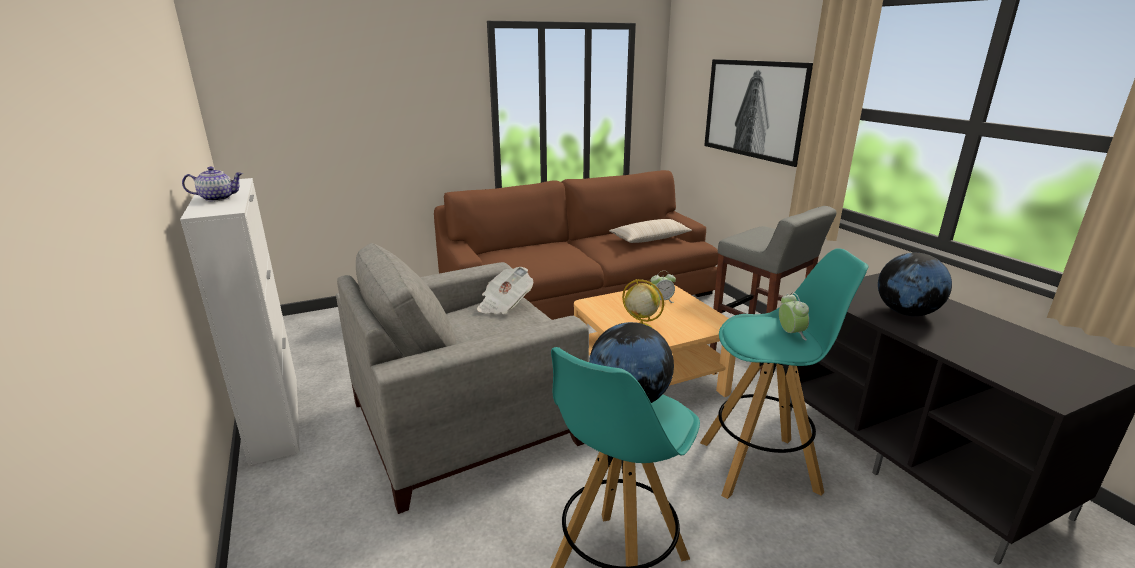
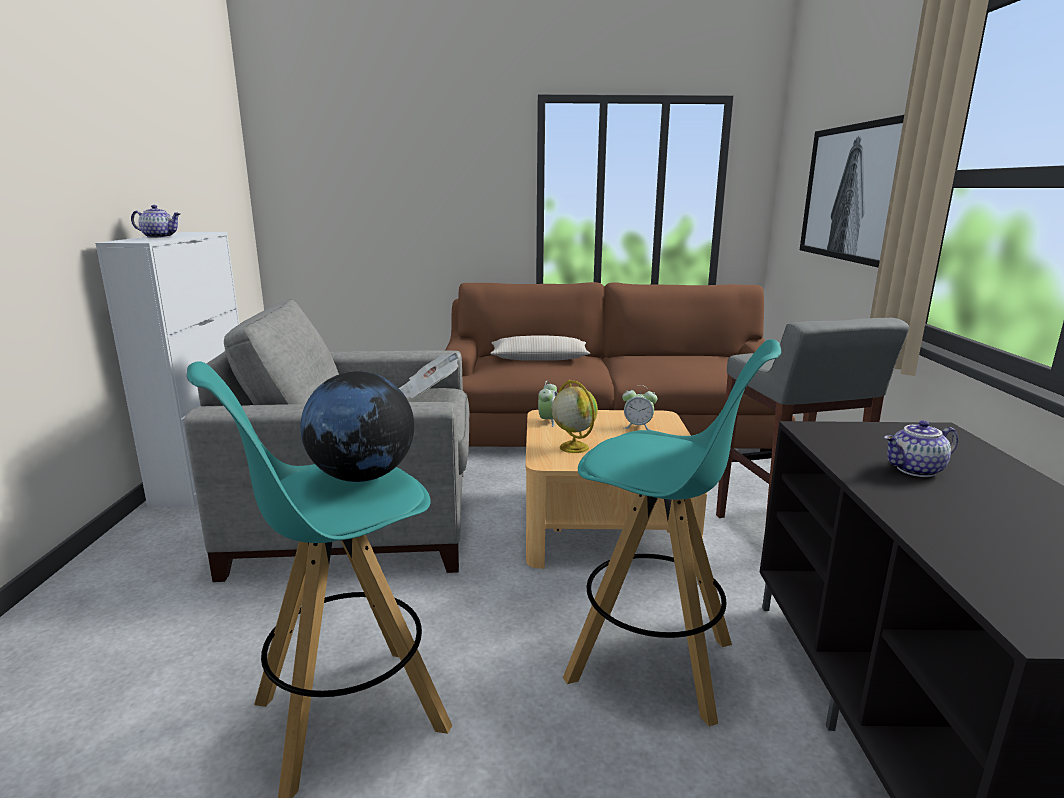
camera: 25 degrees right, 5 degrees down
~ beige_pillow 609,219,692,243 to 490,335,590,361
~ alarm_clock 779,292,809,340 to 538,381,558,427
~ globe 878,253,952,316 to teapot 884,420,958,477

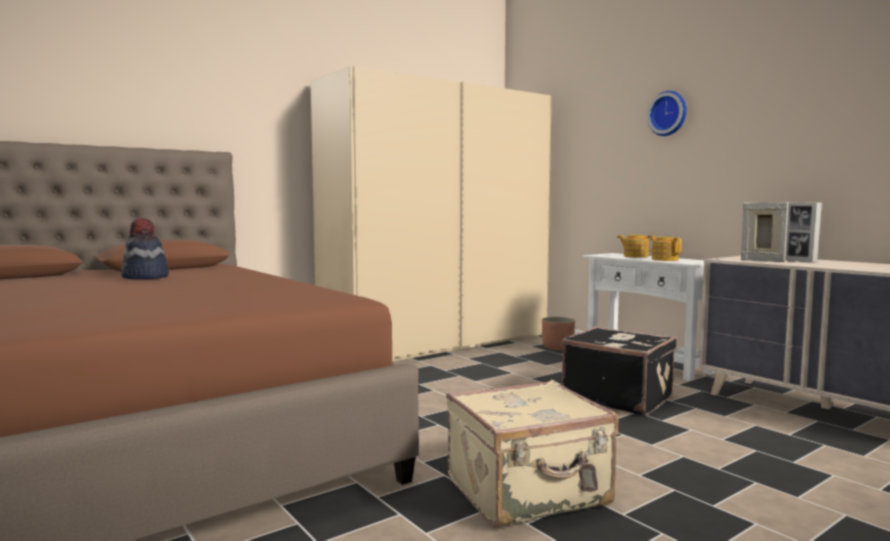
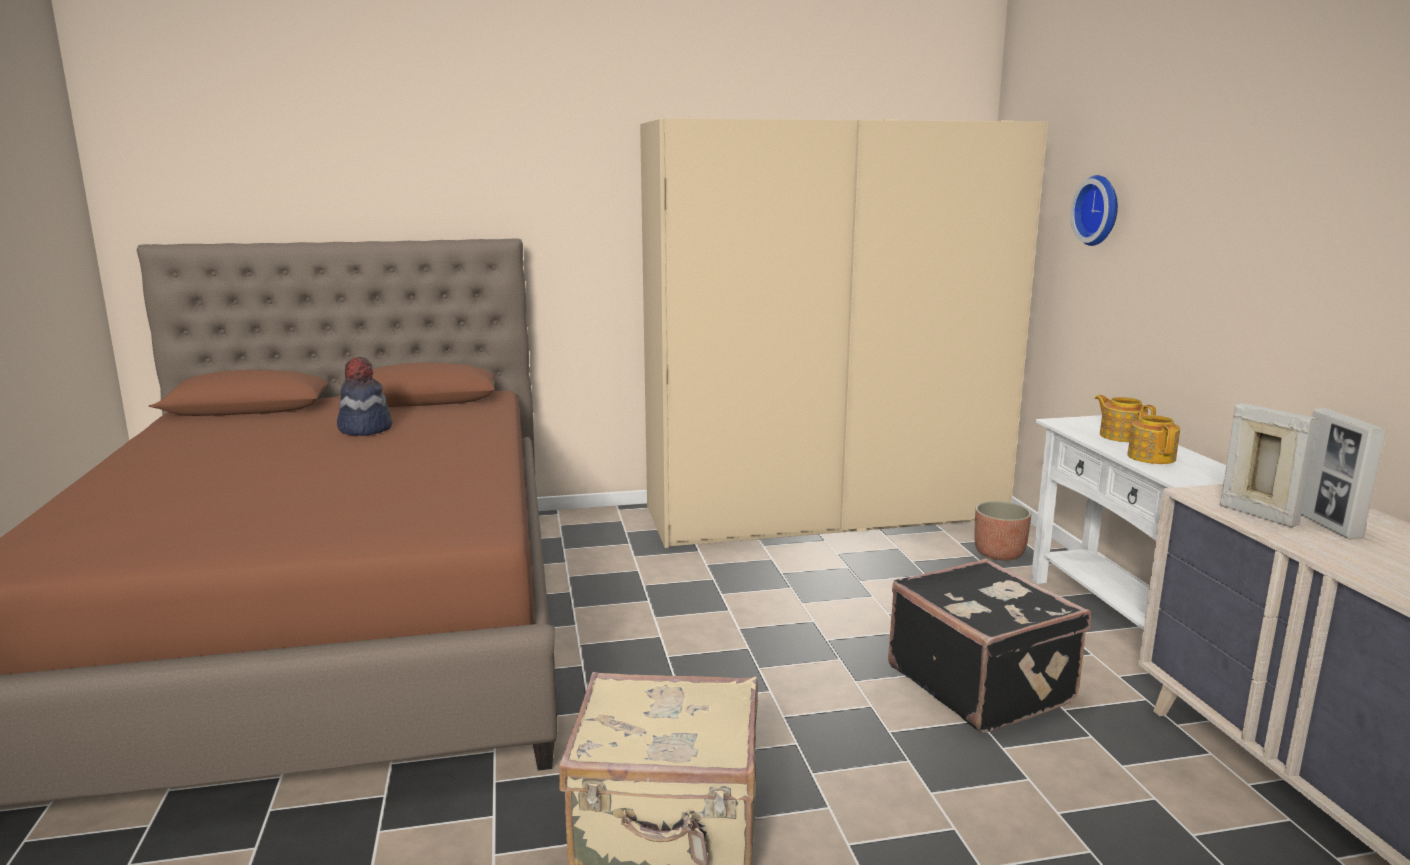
camera: 25 degrees right, 10 degrees up
~ wall_clock 647,91,687,136 to 1070,175,1118,246

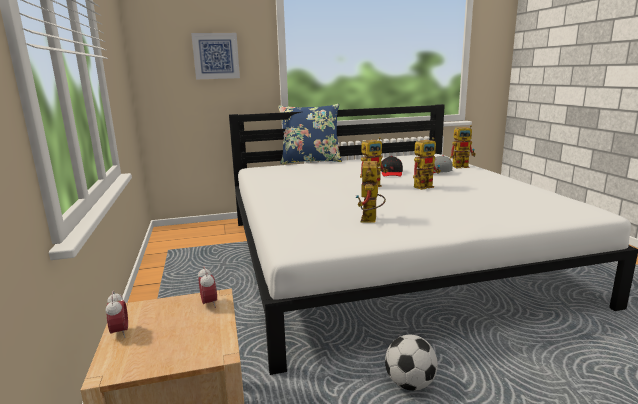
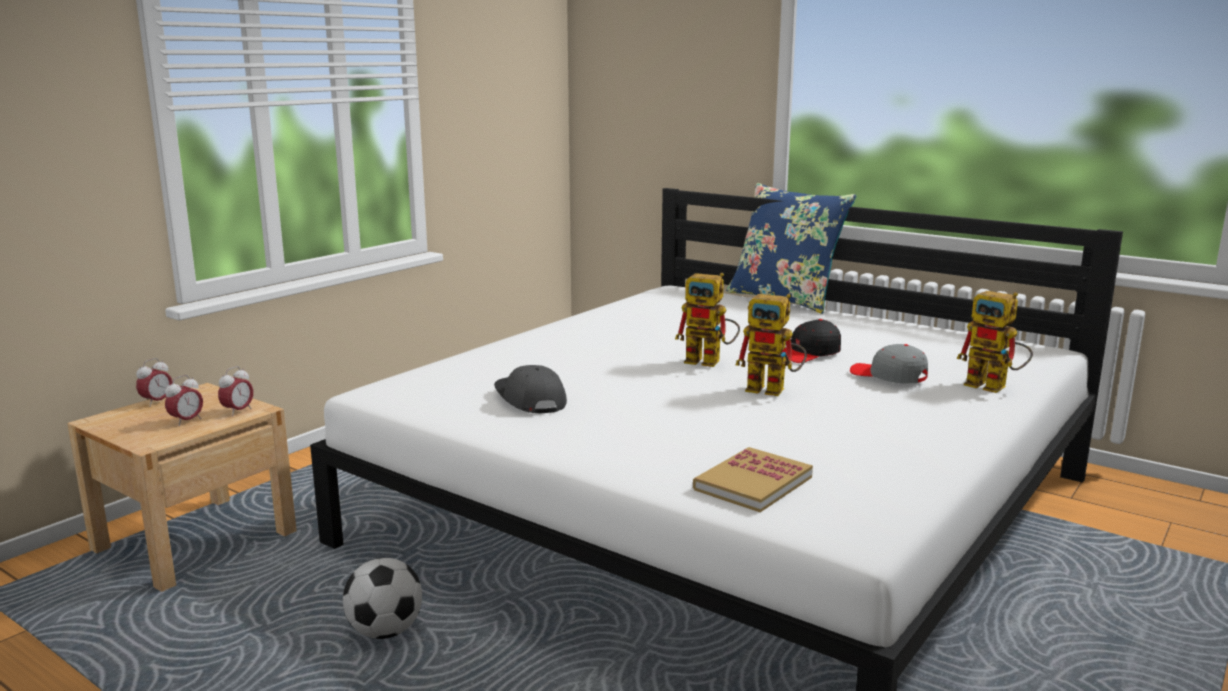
camera: 50 degrees right, 0 degrees up
- picture 191,33,240,79
~ toy_robot 356,161,386,223 to grey_cap 494,365,567,414
+ alarm_clock 165,375,203,426
+ book 693,447,813,512

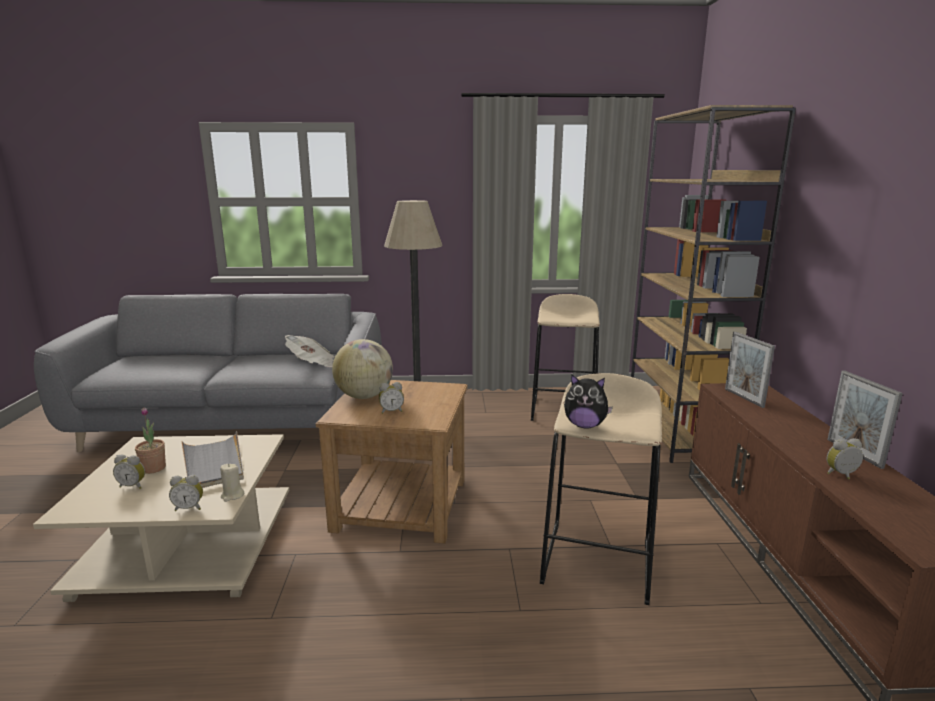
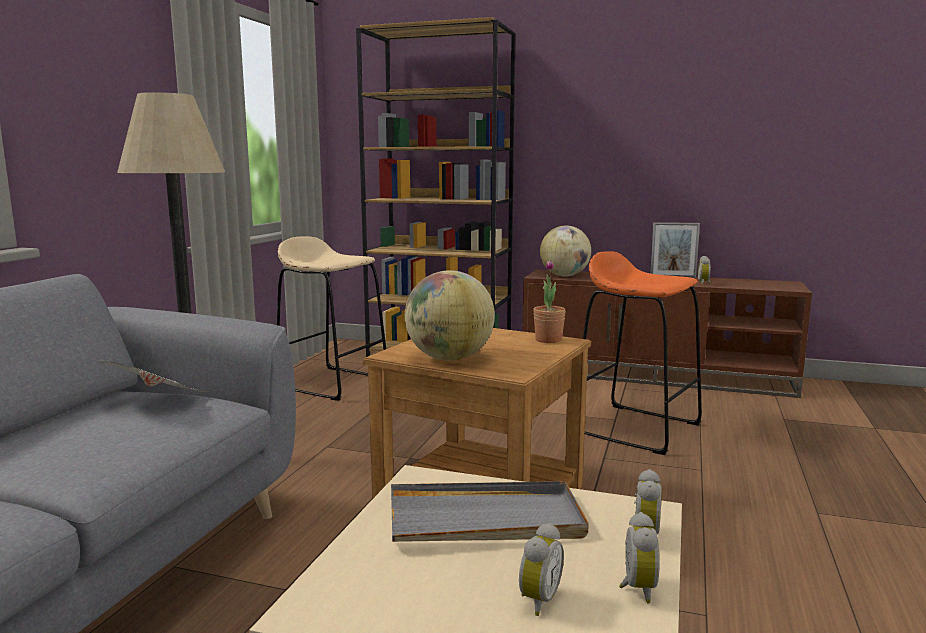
camera: 70 degrees left, 5 degrees down
~ potted_plant 135,408,166,474 to 533,260,566,343
- beige_candle 220,464,244,502
~ alarm_clock 379,382,404,414 to 619,512,660,603
~ beige_stool 540,373,662,605 to orange_stool 583,251,702,455
- plush_toy 564,374,613,429
~ picture_frame 725,332,775,408 to globe 540,225,591,277

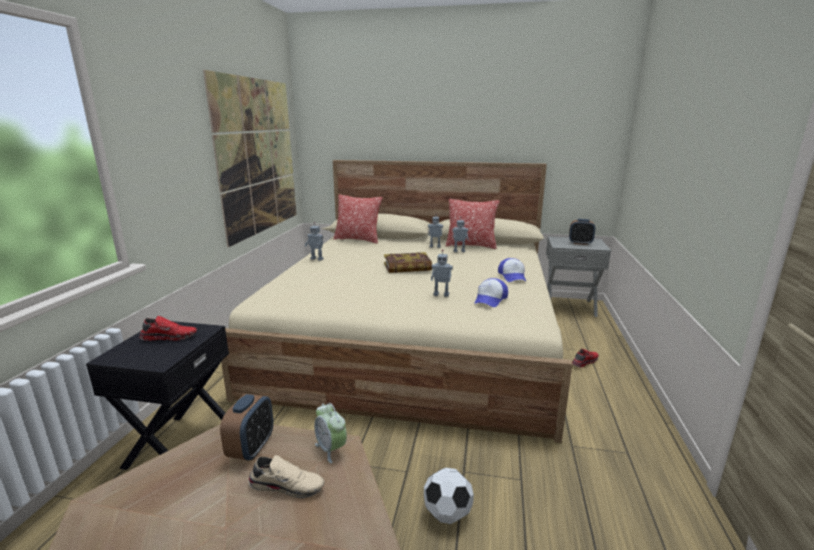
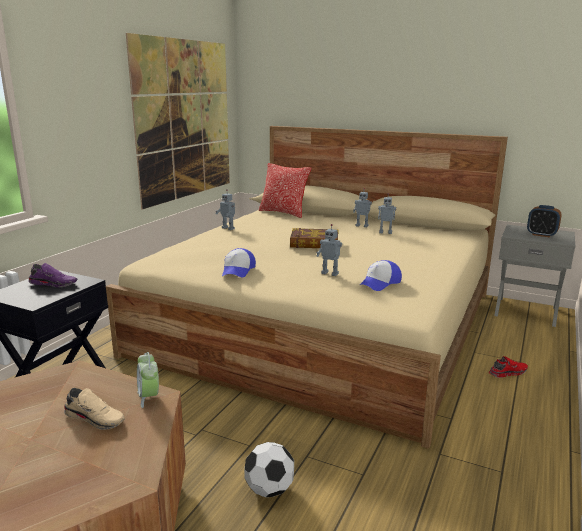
camera: 15 degrees right, 0 degrees up
~ red_shoe 139,316,197,341 to purple_shoe 28,263,77,288
- alarm_clock 220,394,273,460
- pillow 446,199,500,249
~ cap 498,258,526,282 to 222,248,256,278

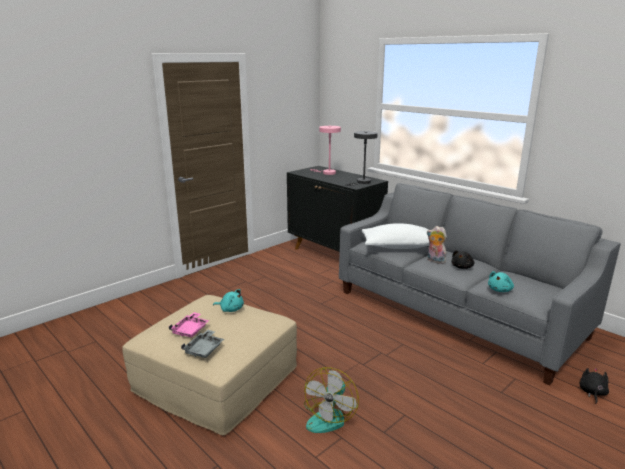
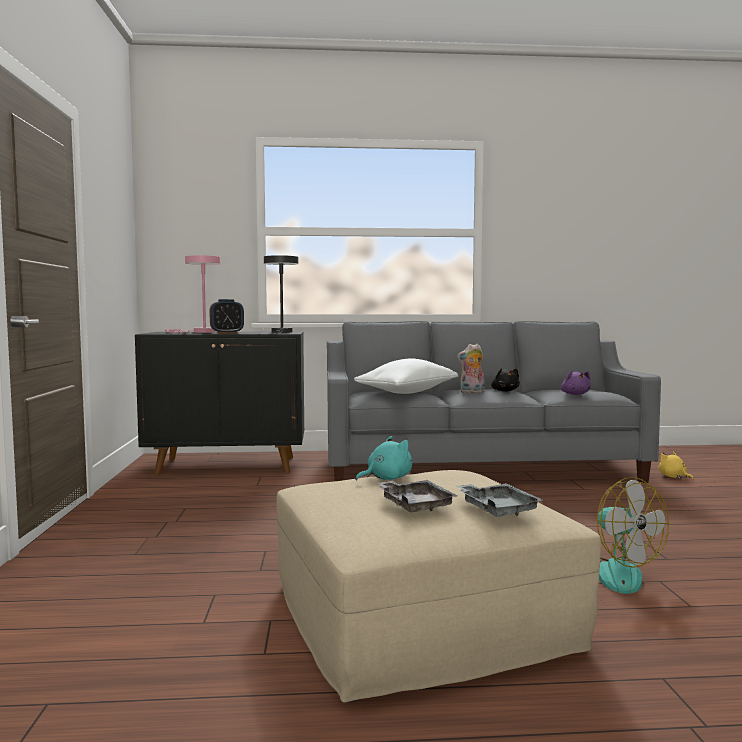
camera: 50 degrees left, 15 degrees down
~ pink_tray 169,312,209,337 to grey_tray 377,480,457,512
~ turquoise_plush_toy 488,271,514,292 to purple_plush_toy 561,371,591,395
~ black_plush_toy 580,368,609,404 to yellow_plush_toy 658,451,694,480
+ alarm_clock 209,299,244,334

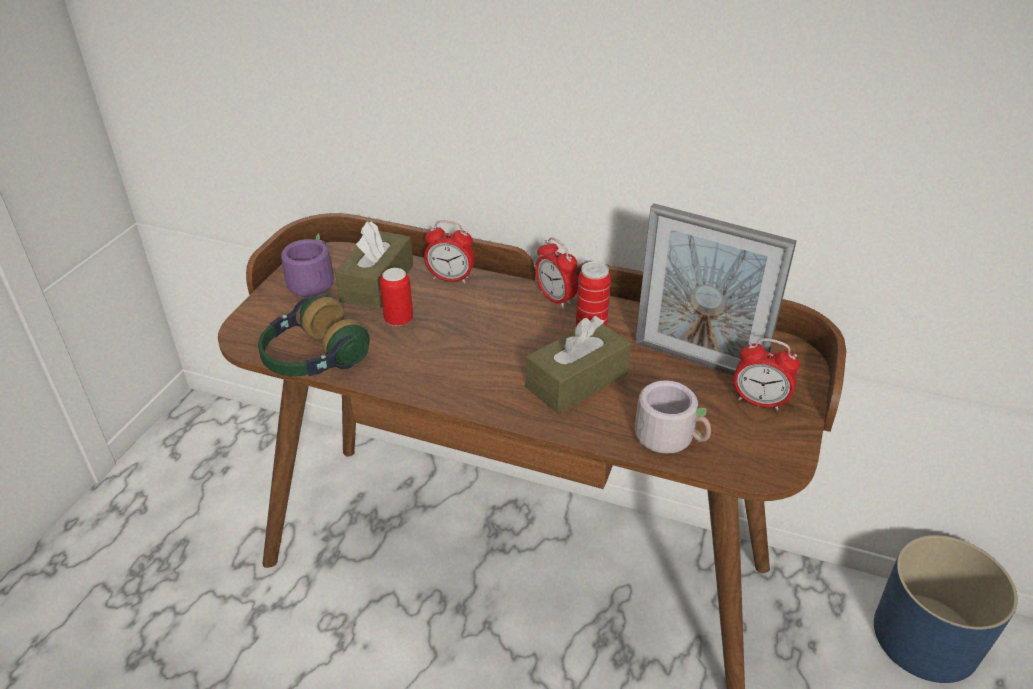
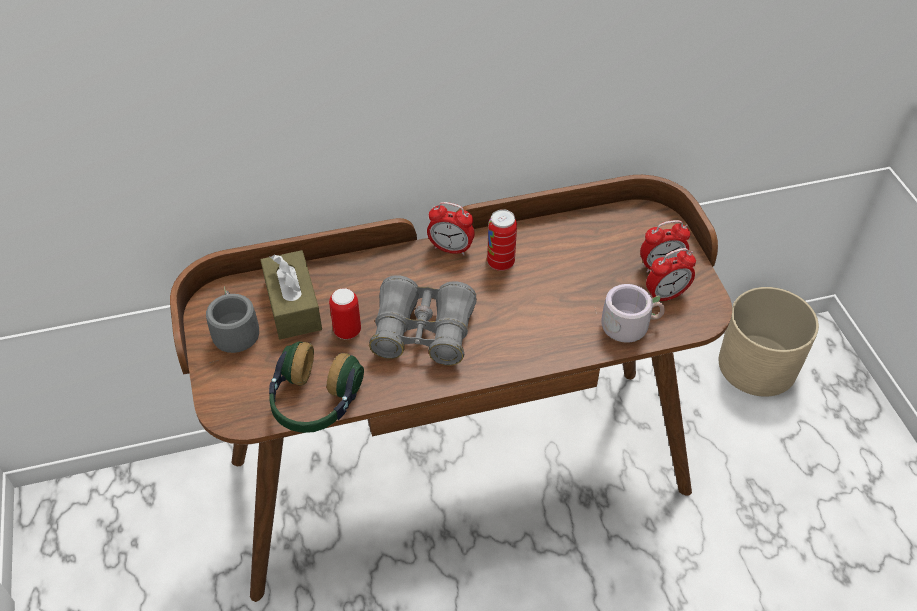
camera: 35 degrees left, 10 degrees up
~ purple_mug 275,233,334,297 to grey_mug 206,286,259,362
~ alarm_clock 424,220,475,283 to 646,248,696,301
- brown_tissue_box 526,316,631,414
- picture_frame 635,203,797,376
~ blue_planter 874,535,1018,683 to beige_planter 719,287,819,397
+ grey_binoculars 369,275,477,365

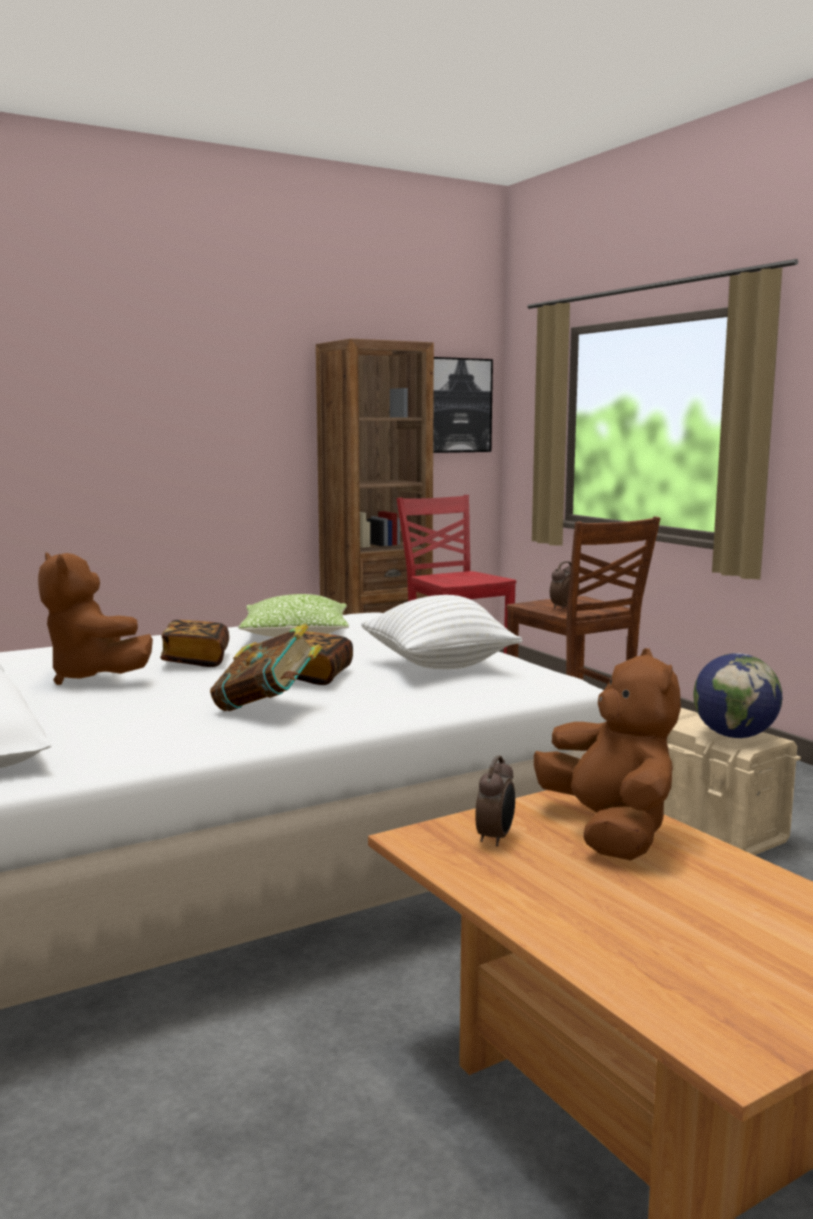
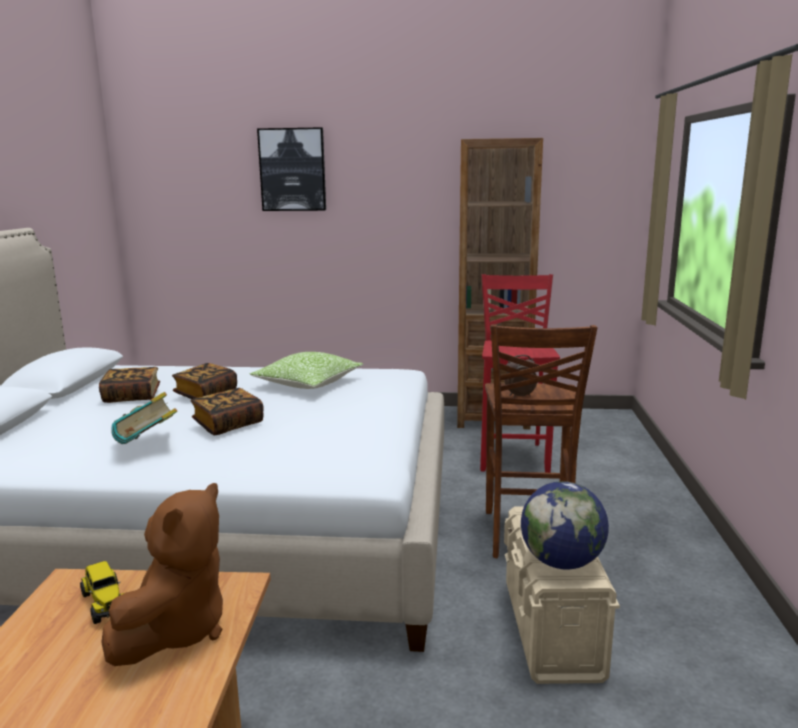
camera: 35 degrees right, 5 degrees up
~ brown_plush_toy 38,553,153,685 to book 99,367,160,403
- white_pillow 361,595,522,669
~ picture 433,357,493,453 to 257,127,326,211
~ alarm_clock 475,755,515,847 to toy_truck 80,561,124,624

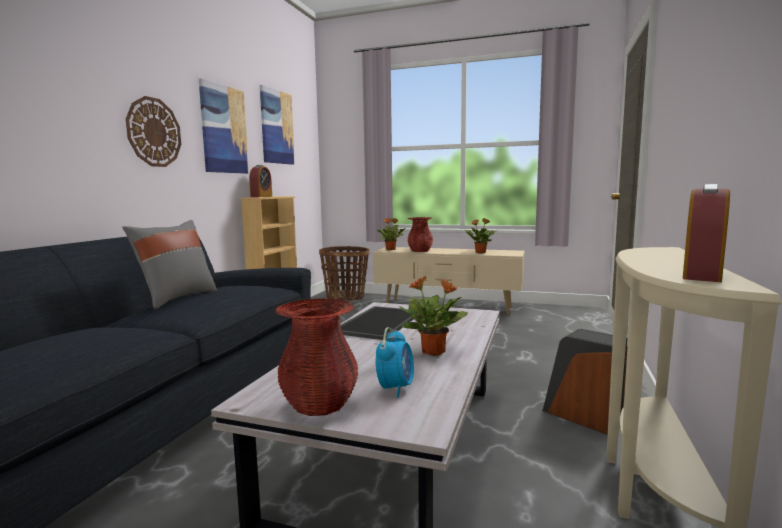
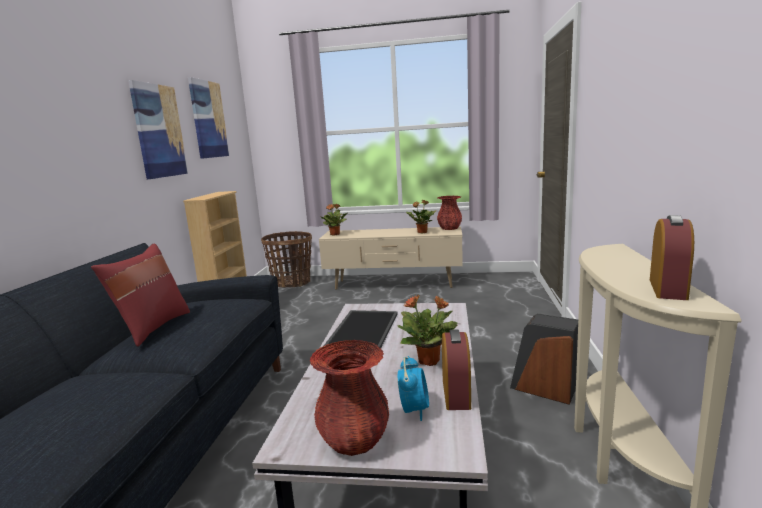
camera: 10 degrees left, 5 degrees up
~ grey_pillow 122,220,217,309 to red_pillow 91,244,190,347
- wall_clock 126,96,181,167
~ alarm_clock 249,165,272,197 to 442,329,471,410
~ red_vase 408,217,433,252 to 437,196,462,230

